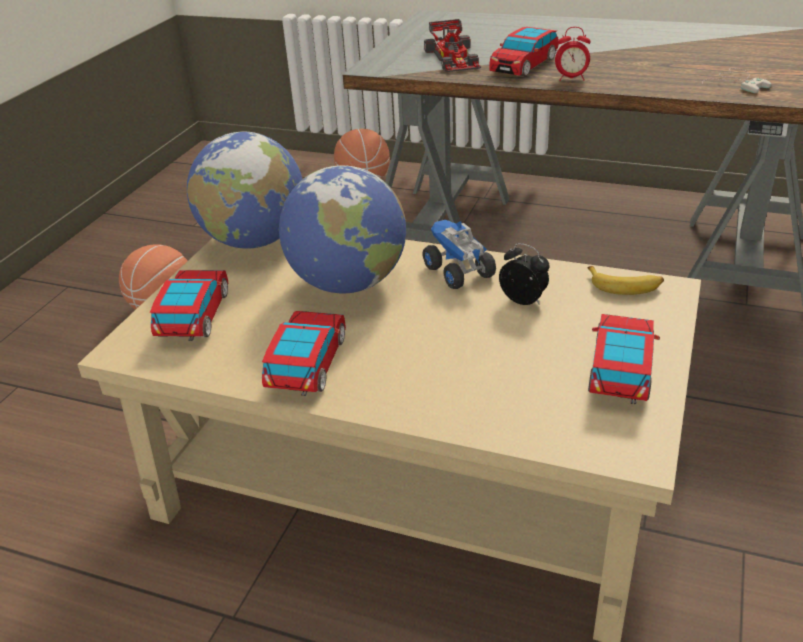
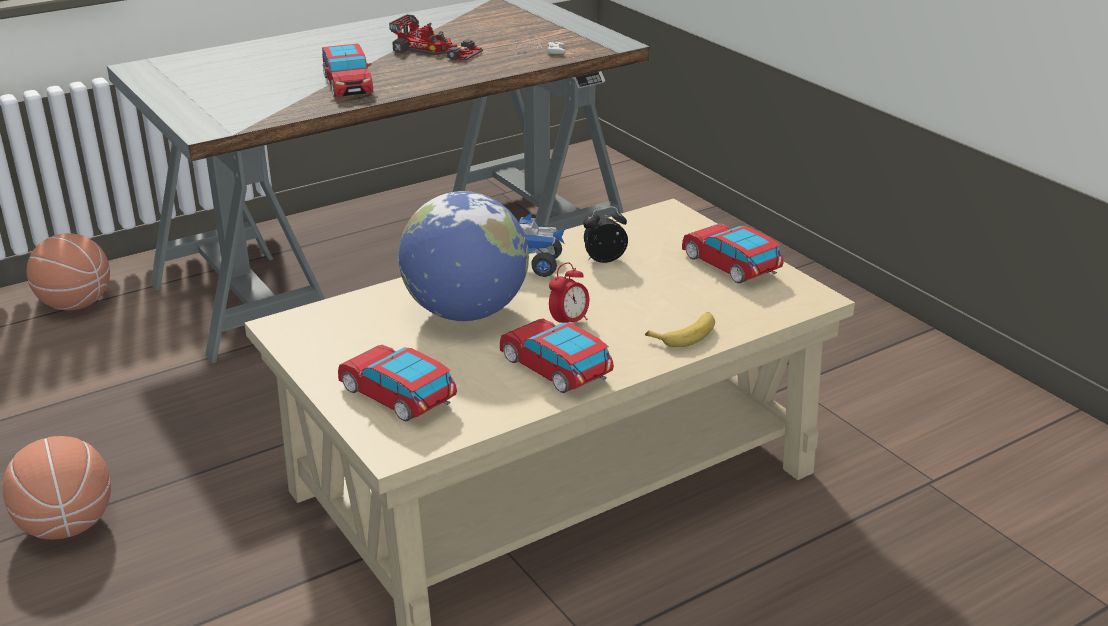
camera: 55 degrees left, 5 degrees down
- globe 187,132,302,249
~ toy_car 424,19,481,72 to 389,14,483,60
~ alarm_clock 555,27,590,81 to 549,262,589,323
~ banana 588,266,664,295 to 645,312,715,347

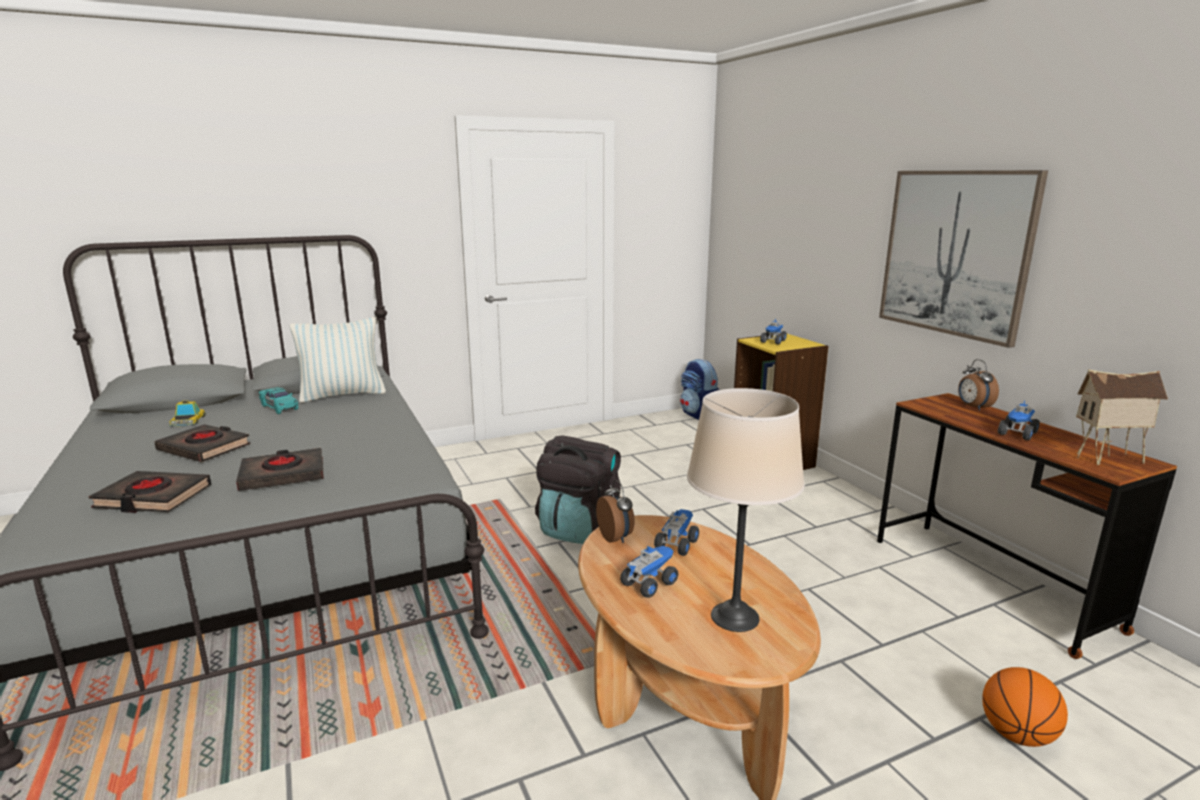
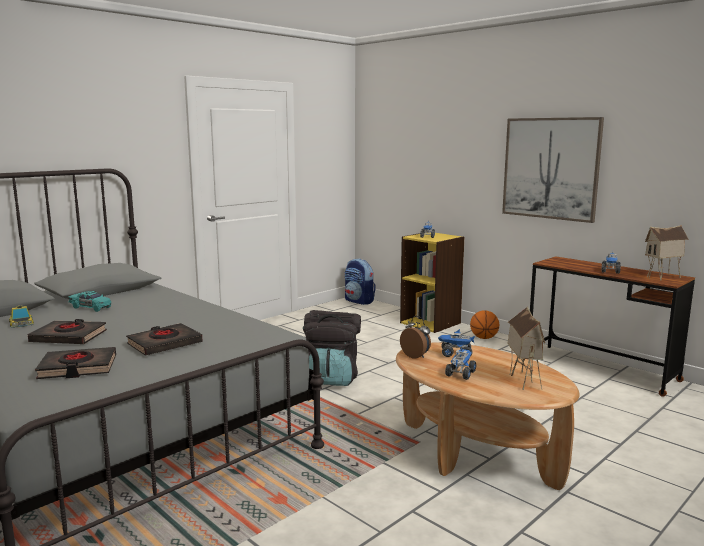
camera: 20 degrees left, 5 degrees down
- pillow 290,317,386,403
~ toy_truck 654,509,699,556 = 438,329,475,357 90 degrees counterclockwise
~ beige_table_lamp 687,388,805,632 to toy_house 507,306,545,390
- alarm_clock 958,359,999,411
~ basketball 982,667,1068,747 to 470,310,499,339

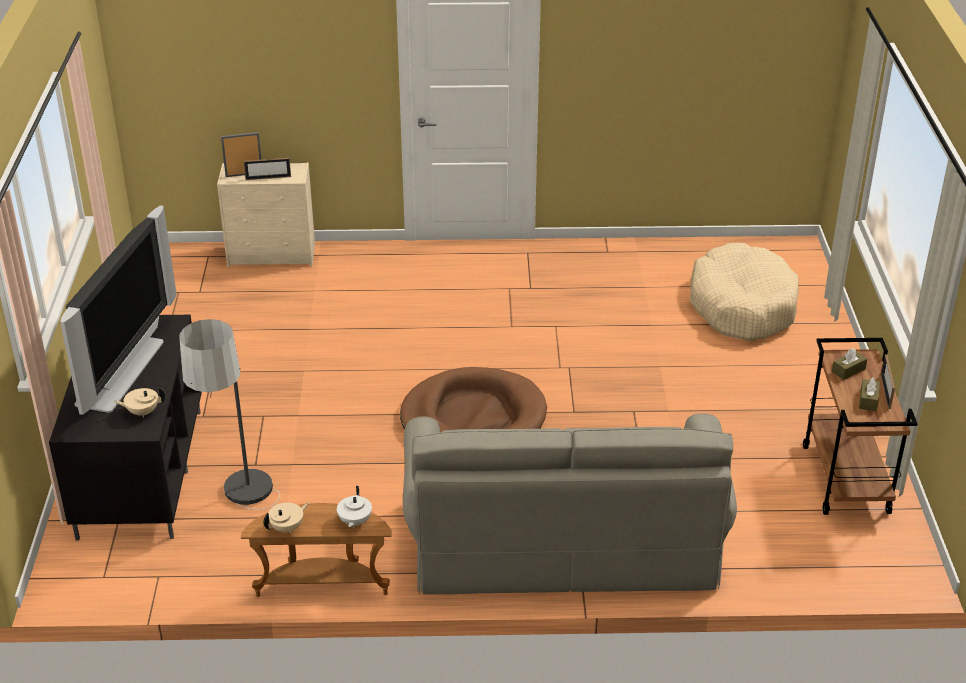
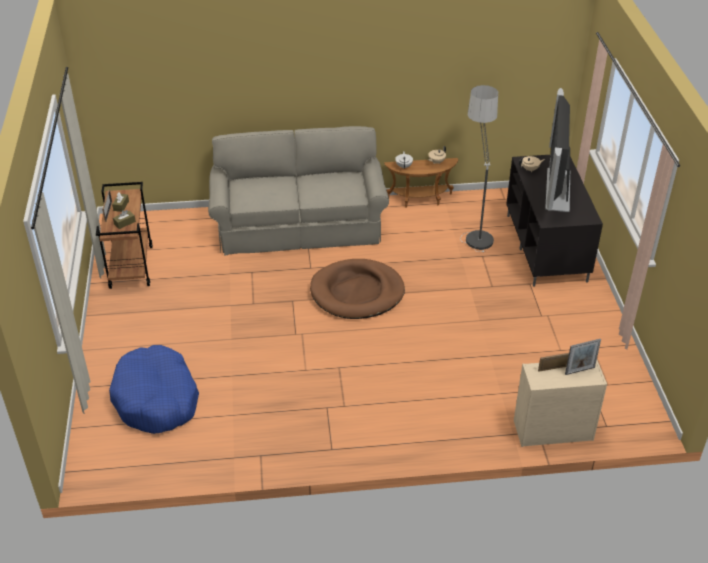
camera: 175 degrees right, 5 degrees up
~ beige_dog_bed 690,243,799,341 to blue_dog_bed 109,345,199,434

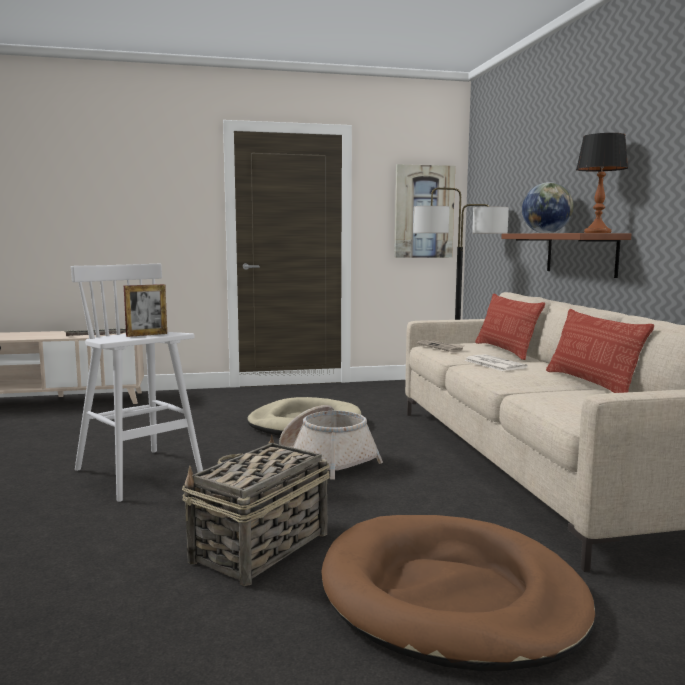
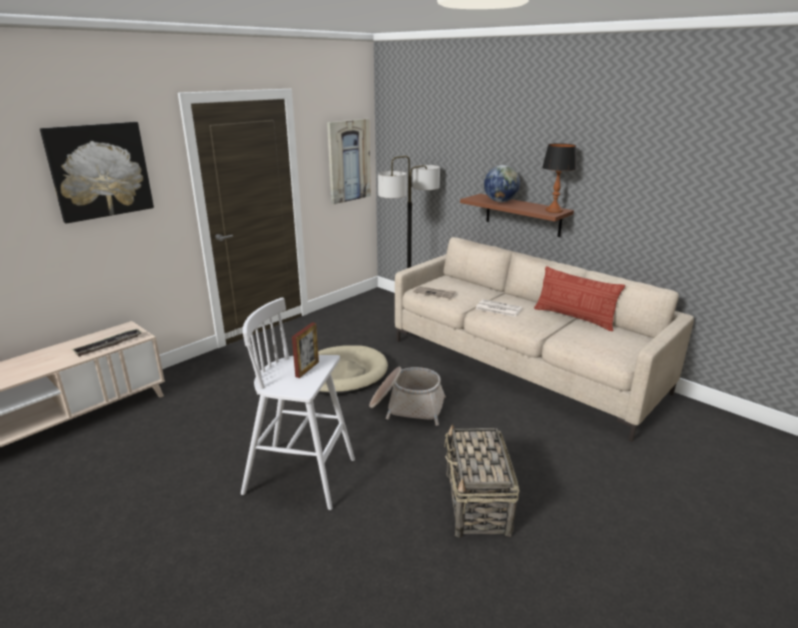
camera: 35 degrees left, 15 degrees up
- brown_dog_bed 321,515,596,672
- pillow 475,293,545,360
+ picture 40,122,154,224

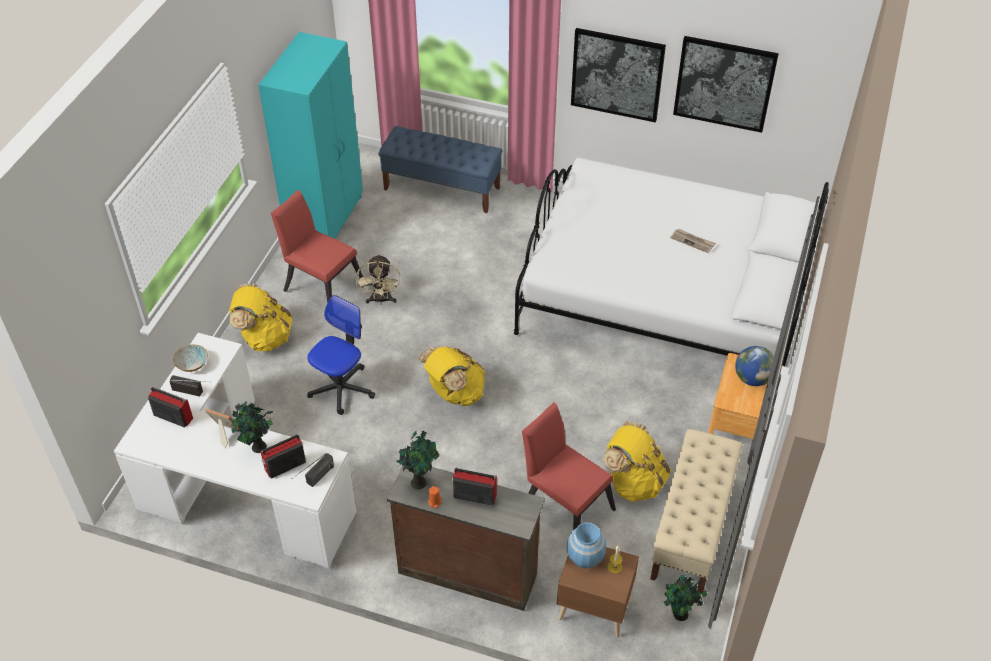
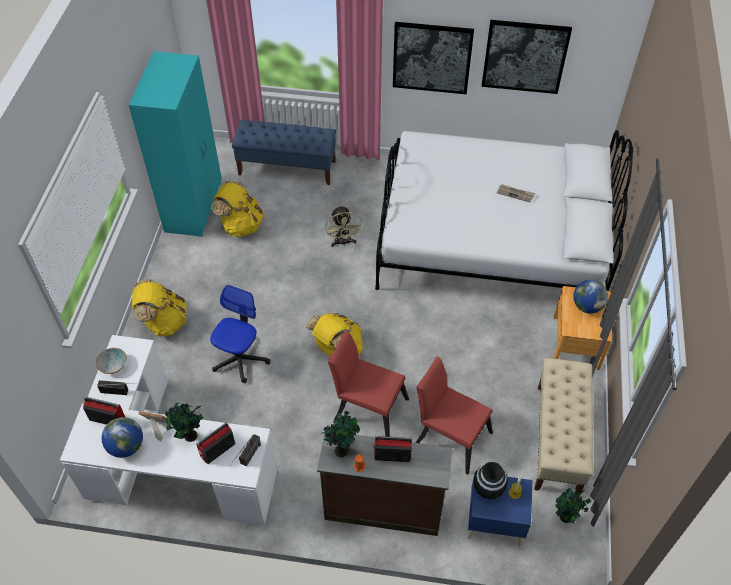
camera: 10 degrees left, 5 degrees up
~ red_chair 271,190,365,303 to 328,330,409,437
~ beige_fan 356,254,401,305 to 325,205,363,247
~ brown_nightstand 557,547,639,638 to blue_nightstand 467,474,533,547
~ blue_vase 566,522,606,568 to black_vase 473,462,508,499
~ yellow_backpack 603,421,671,502 to 211,180,264,237
+ globe 102,417,143,458

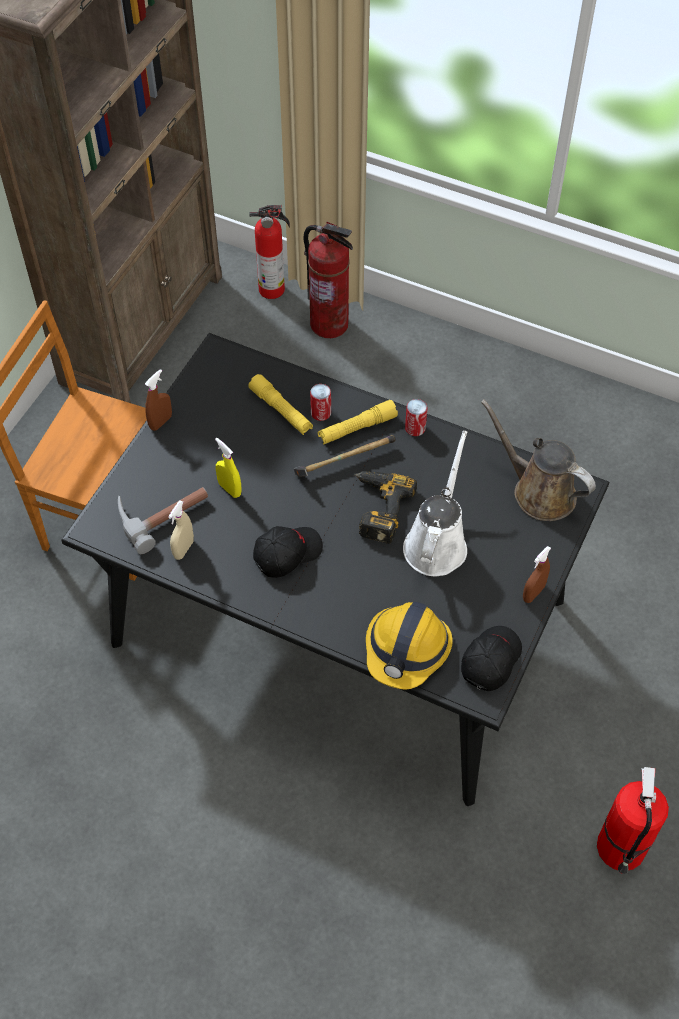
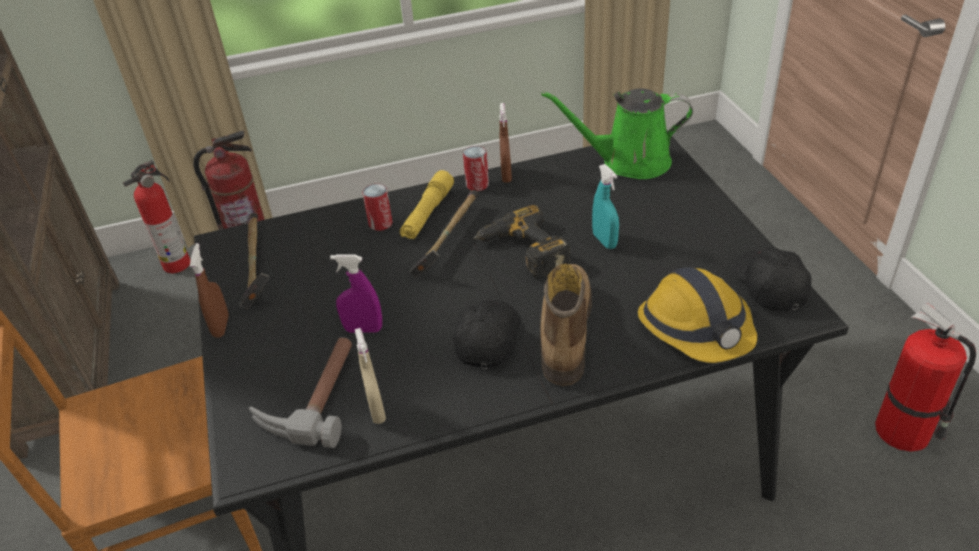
camera: 40 degrees left, 15 degrees down
~ yellow_spray_bottle 215,438,242,498 to purple_spray_bottle 330,254,382,333
- yellow_flashlight 248,374,313,435
~ white_watering_can 403,431,467,576 to turquoise_spray_bottle 592,164,619,249
~ brown_watering_can 481,399,596,521 to green_watering_can 541,88,693,179
~ brown_spray_bottle 523,546,551,603 to 499,103,512,183
+ hammer 240,213,269,309
+ boot 540,264,592,386

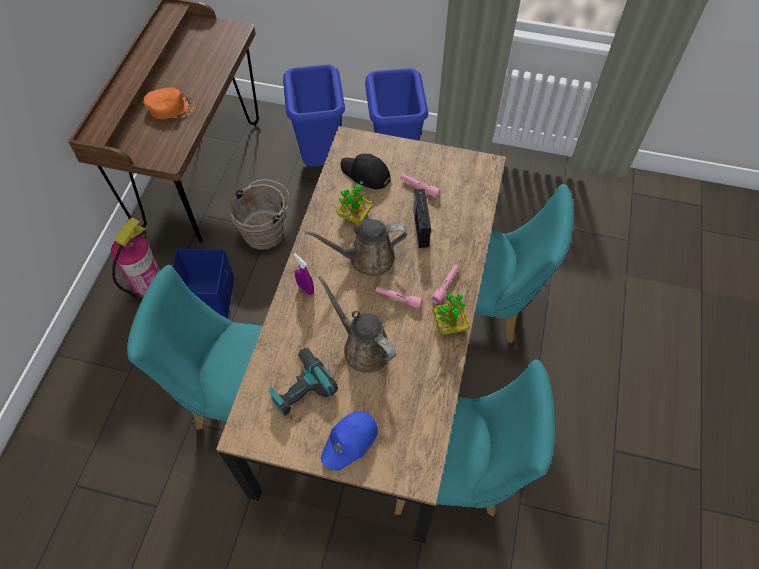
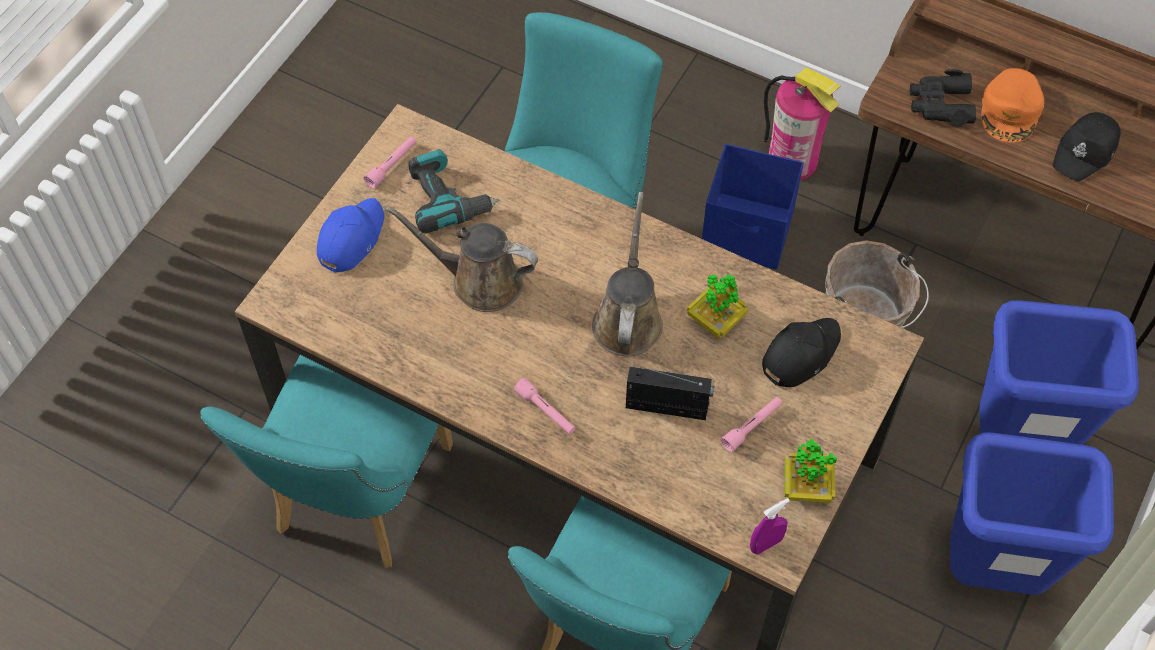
camera: 105 degrees right, 0 degrees up
~ purple_spray_bottle 293,253,314,295 to 750,498,790,555
~ brown_watering_can 318,275,396,373 = 385,206,538,312 135 degrees counterclockwise
~ blue_cap 321,411,378,471 = 317,198,384,273 60 degrees clockwise
~ pink_flashlight 375,286,422,309 to 363,136,417,189
~ potted_plant 433,293,470,335 to 784,439,837,503
+ black_binoculars 910,69,977,127
+ black_cap 1052,112,1121,182

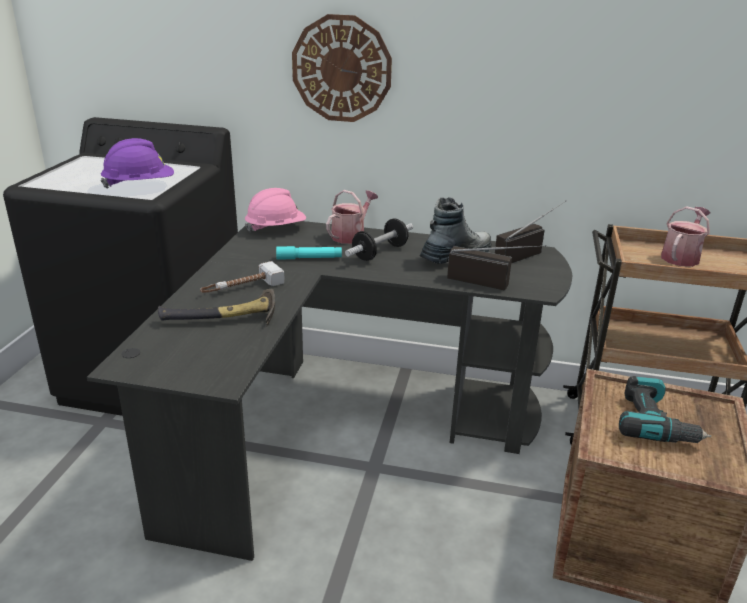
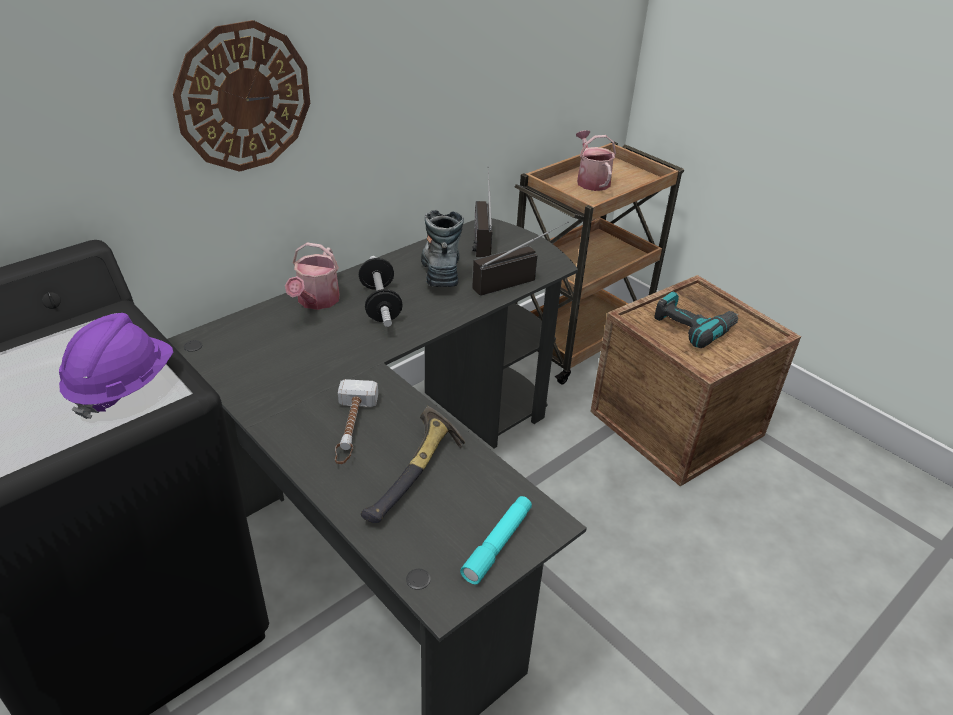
camera: 55 degrees left, 10 degrees up
- pink_hard_hat 245,188,306,233
~ turquoise_flashlight 276,246,342,259 to 460,496,532,585
~ watering_can 326,190,378,244 = 285,243,339,310 150 degrees counterclockwise

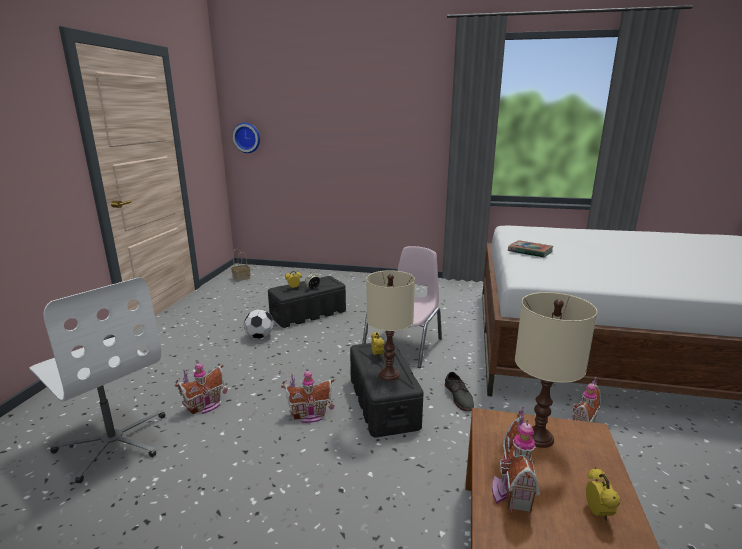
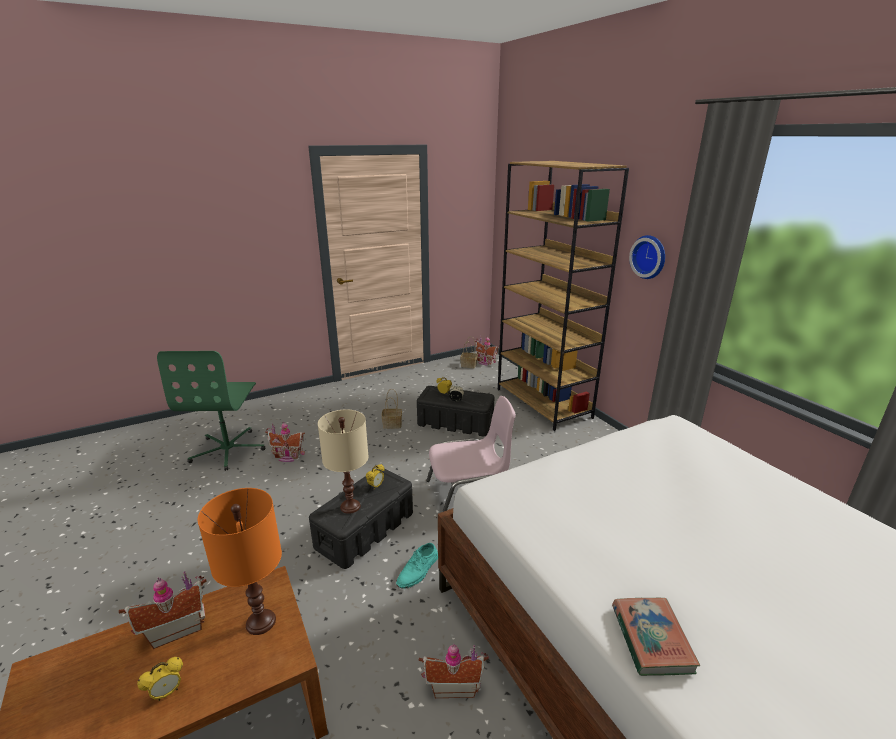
camera: 50 degrees right, 5 degrees up
~ white_office_chair 29,277,166,483 to green_office_chair 157,351,265,471
~ wall_clock 233,123,260,153 to 629,235,665,279
~ football 244,309,274,339 to basket 382,389,402,429
~ toy_house 281,368,334,423 to 475,335,499,366
~ grey_shoe 445,372,474,411 to turquoise_shoe 396,543,438,589
~ book 508,240,553,258 to 612,598,700,676
~ beige_table_lamp 515,292,597,448 to orange_table_lamp 198,488,282,635
+ brown_bookcase 498,161,629,431

